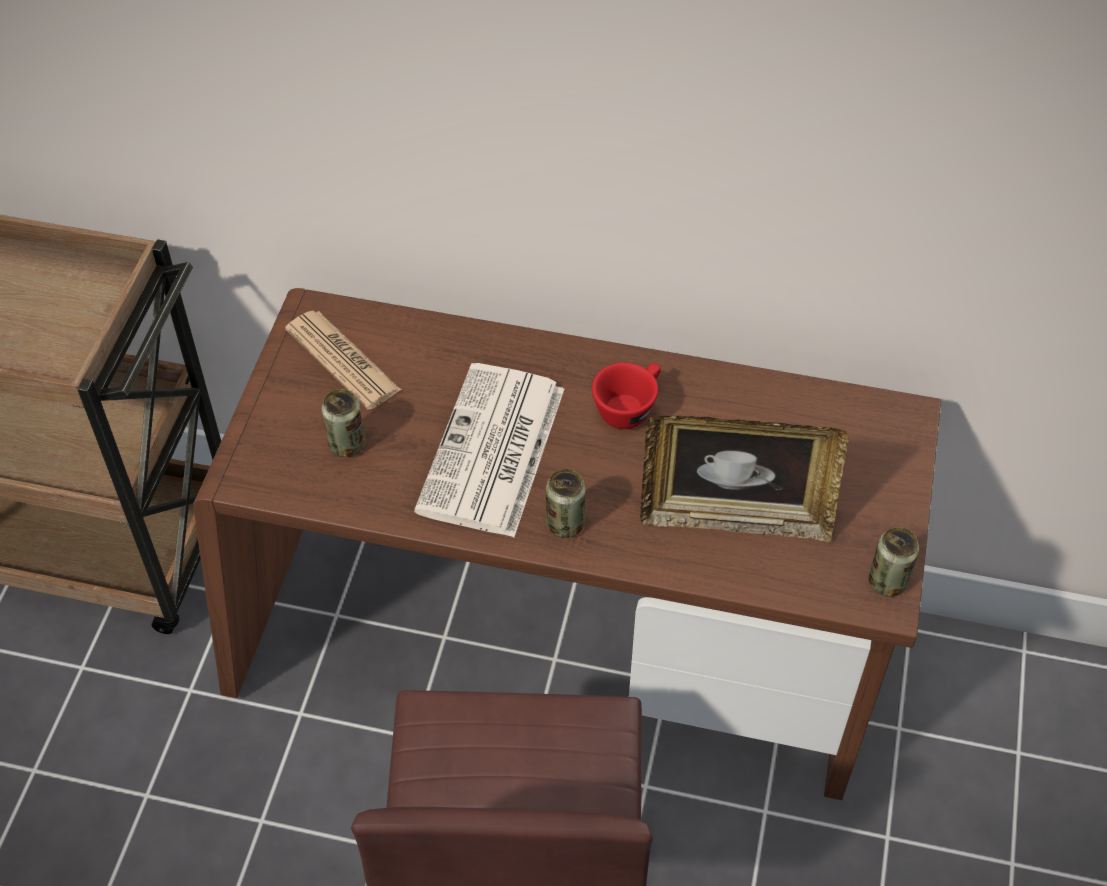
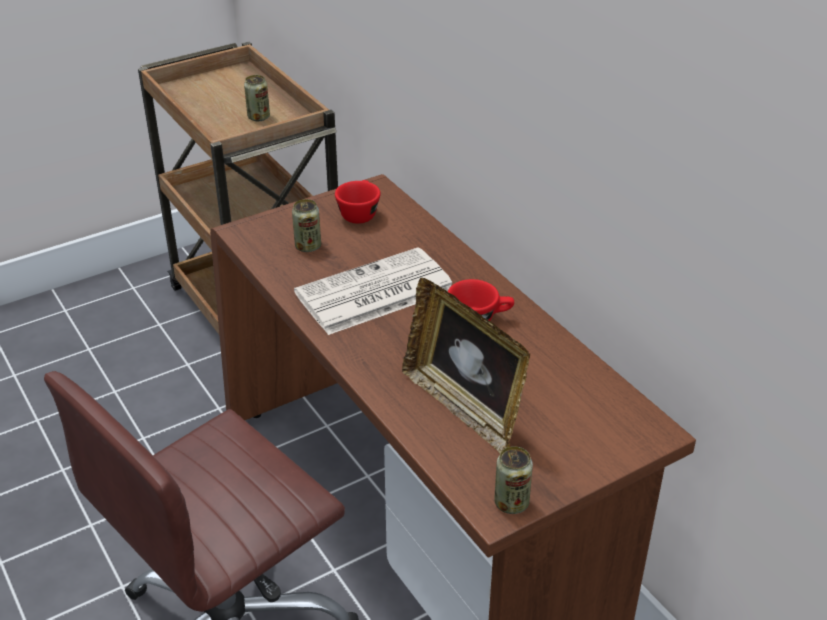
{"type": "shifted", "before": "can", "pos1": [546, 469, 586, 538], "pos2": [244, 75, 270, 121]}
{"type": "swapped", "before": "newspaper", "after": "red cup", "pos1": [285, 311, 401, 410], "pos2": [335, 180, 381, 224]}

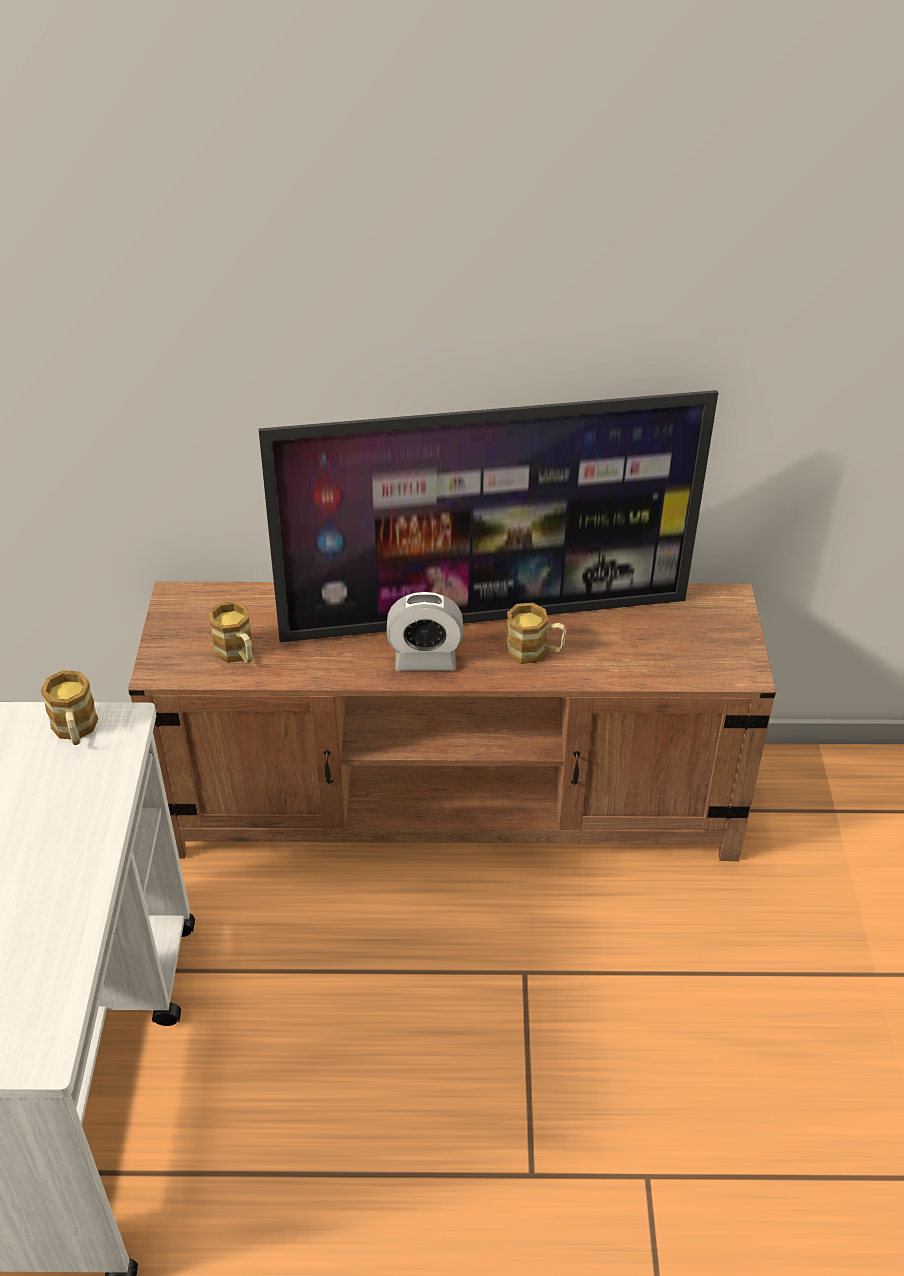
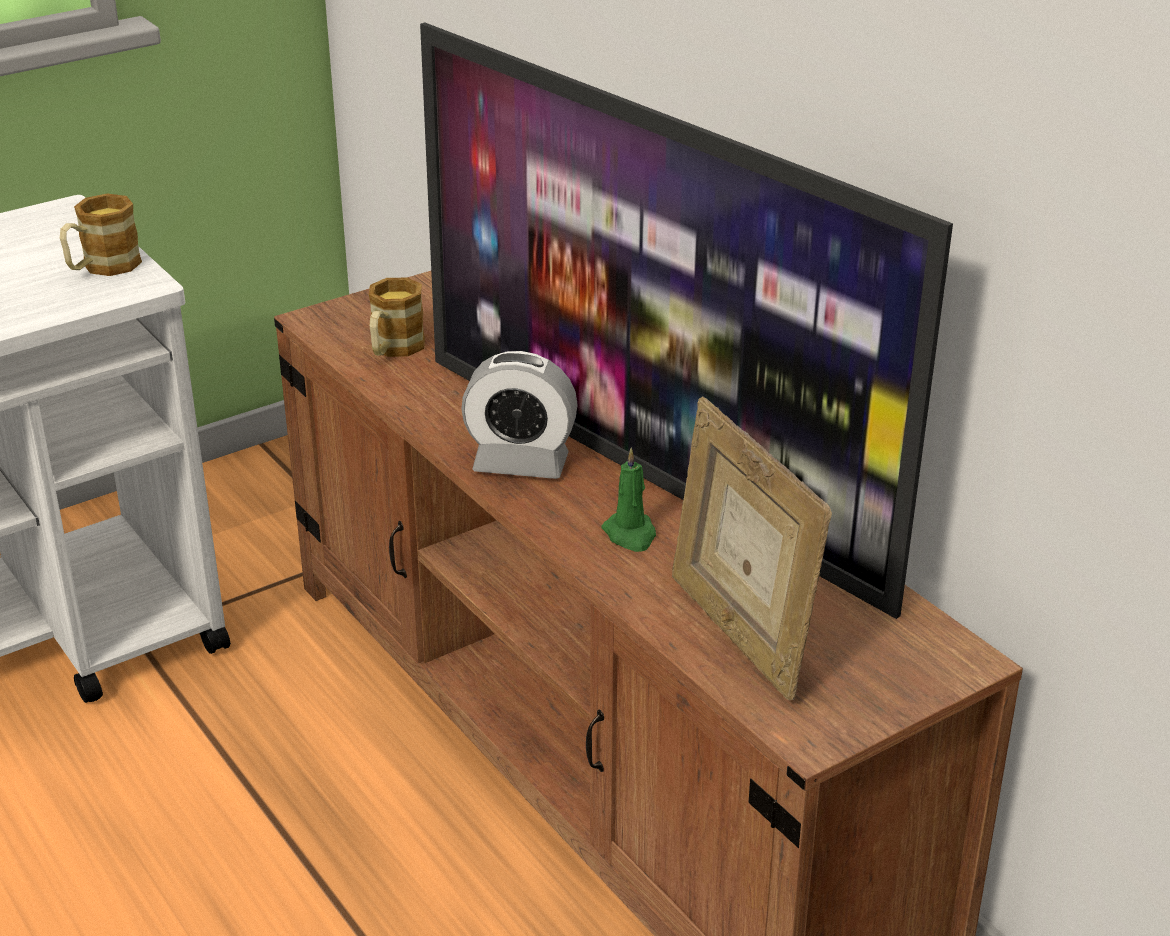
{"type": "rotated", "before": "alarm clock", "pos1": [387, 592, 463, 671], "pos2": [461, 351, 578, 479], "turn": -45}
{"type": "swapped", "before": "mug", "after": "green candle", "pos1": [506, 603, 566, 664], "pos2": [601, 447, 656, 552]}
{"type": "new", "after": "picture frame", "pos2": [672, 397, 832, 700]}

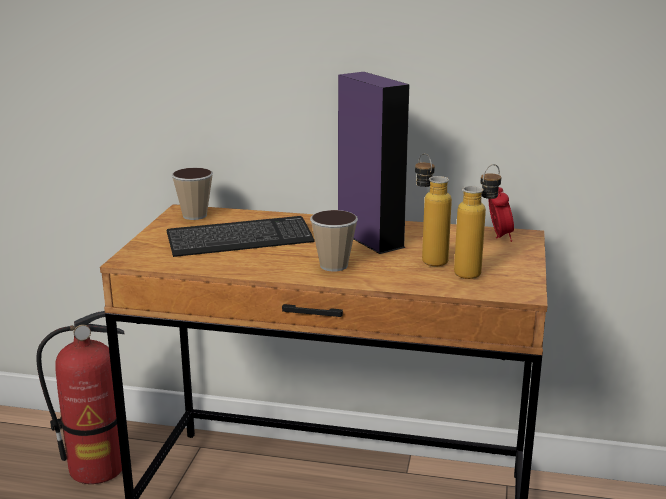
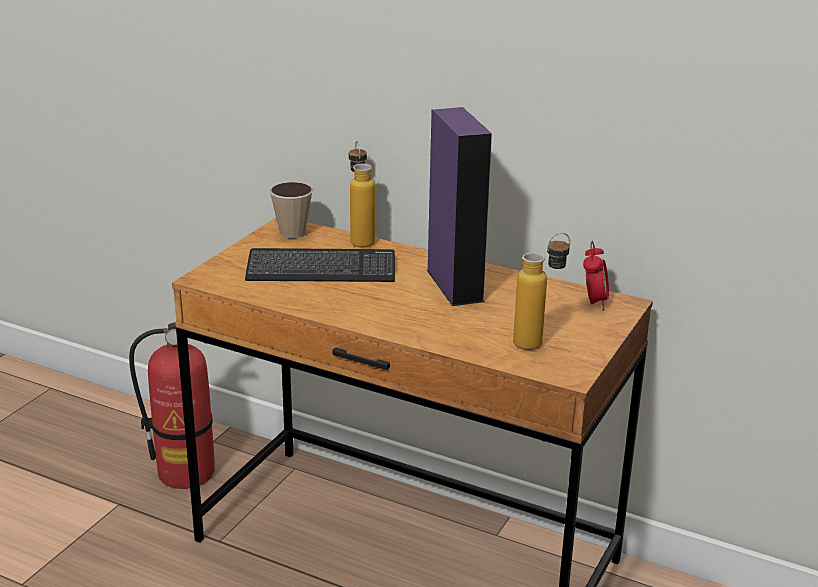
{"type": "shifted", "before": "bottle", "pos1": [415, 153, 452, 266], "pos2": [349, 141, 375, 247]}
{"type": "gone", "before": "cup", "pos1": [310, 210, 358, 271]}

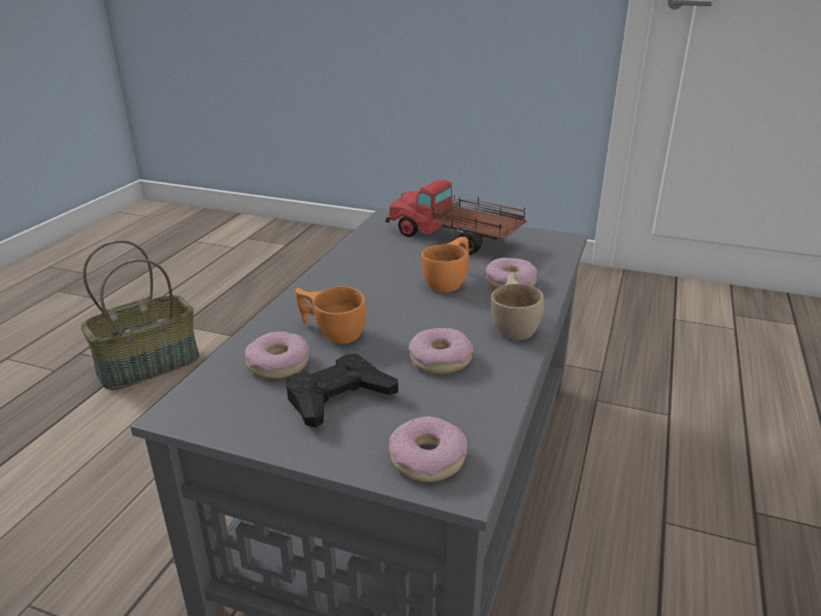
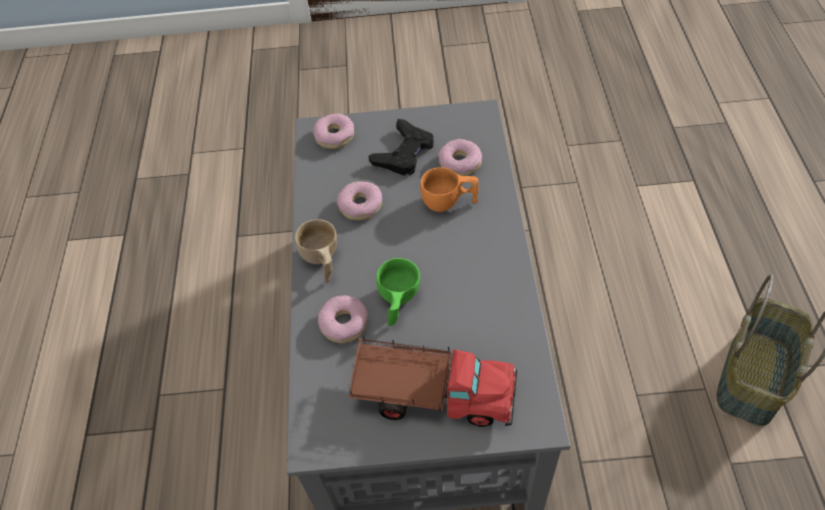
{"type": "repainted", "before": "orange cup", "after": "green cup", "pos1": [421, 237, 470, 292], "pos2": [376, 258, 420, 326]}

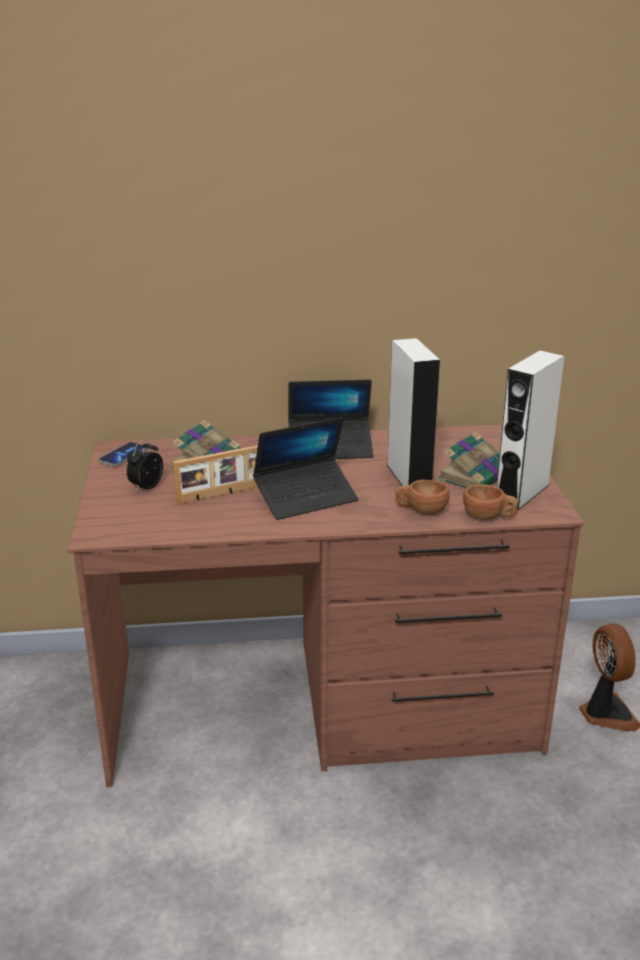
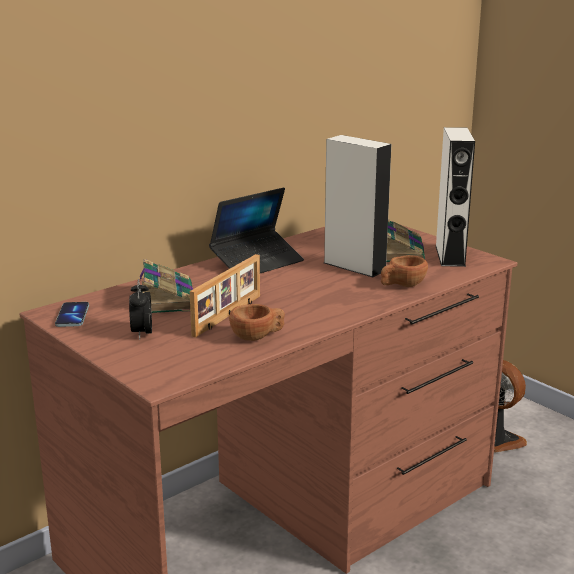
{"type": "shifted", "before": "brown cup", "pos1": [463, 484, 518, 520], "pos2": [229, 304, 285, 341]}
{"type": "gone", "before": "laptop", "pos1": [253, 417, 358, 520]}

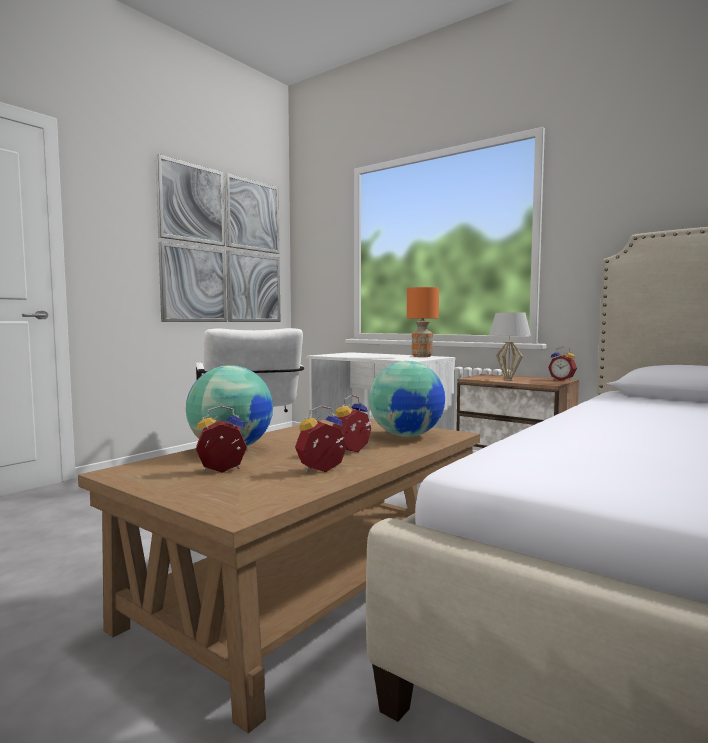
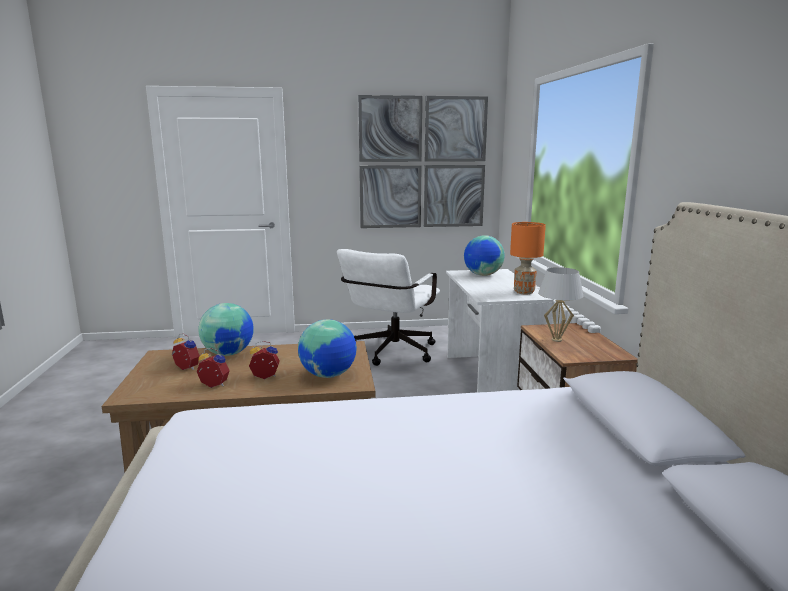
{"type": "new", "after": "globe", "pos2": [464, 235, 505, 276]}
{"type": "gone", "before": "alarm clock", "pos1": [548, 347, 577, 381]}

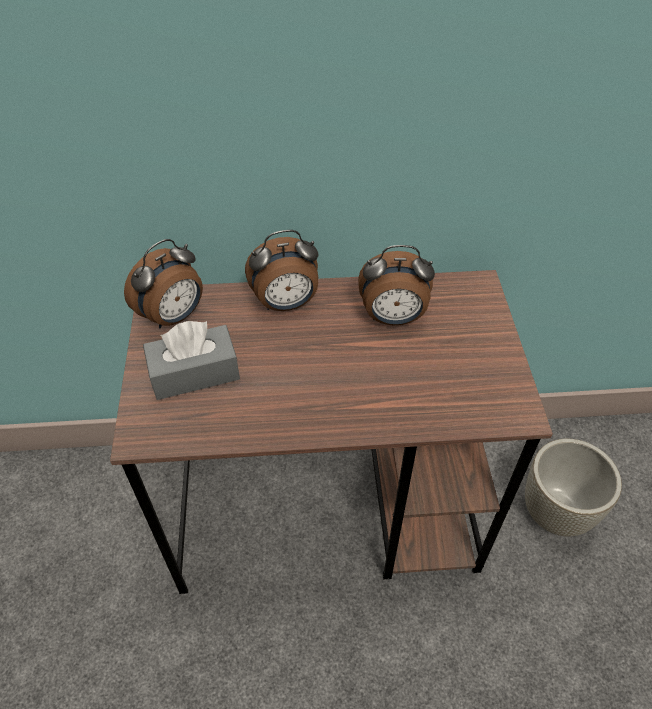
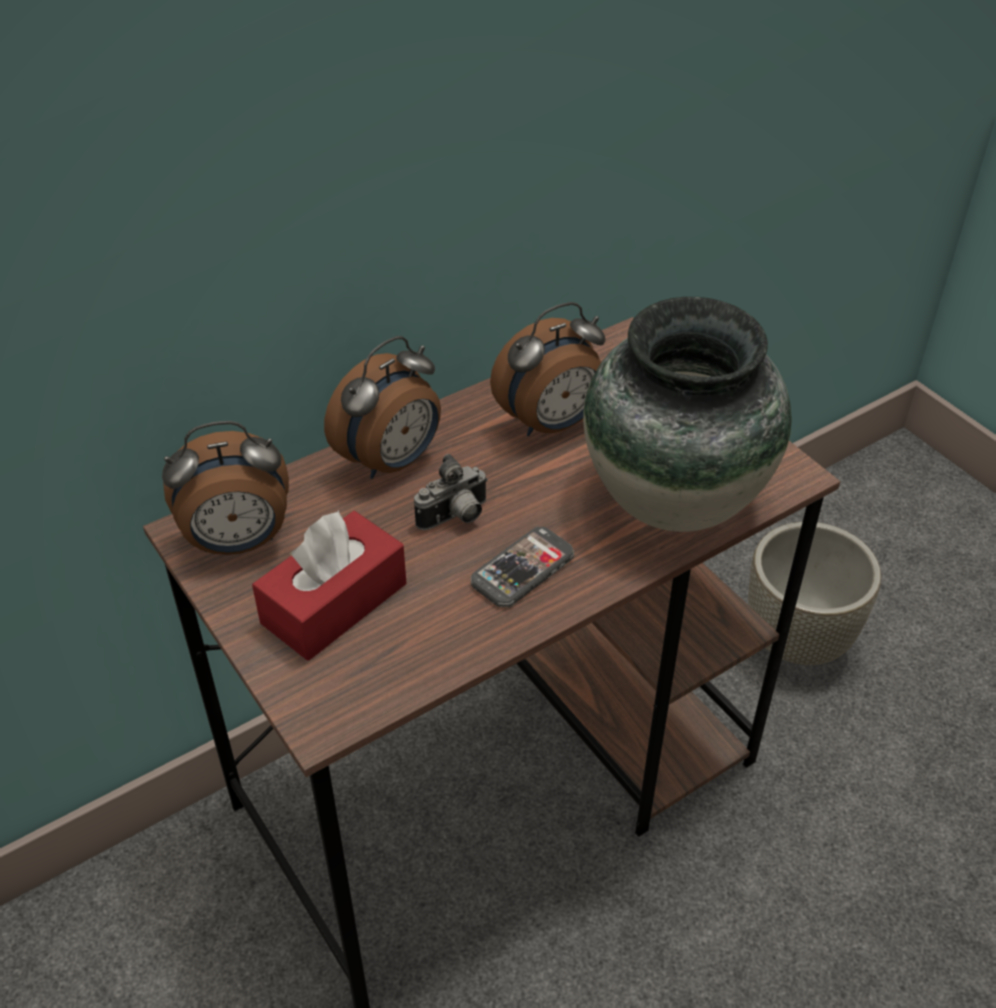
{"type": "rotated", "before": "alarm clock", "pos1": [124, 239, 203, 329], "pos2": [162, 421, 289, 555], "turn": 60}
{"type": "repainted", "before": "grey tissue box", "after": "red tissue box", "pos1": [143, 321, 240, 400], "pos2": [252, 510, 406, 661]}
{"type": "new", "after": "photo camera", "pos2": [414, 454, 488, 530]}
{"type": "new", "after": "phone", "pos2": [471, 527, 574, 607]}
{"type": "new", "after": "vase", "pos2": [583, 297, 792, 532]}

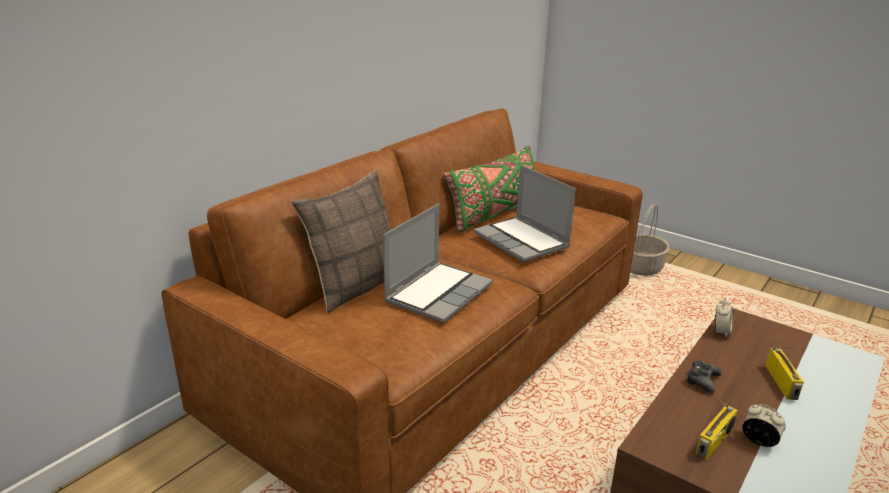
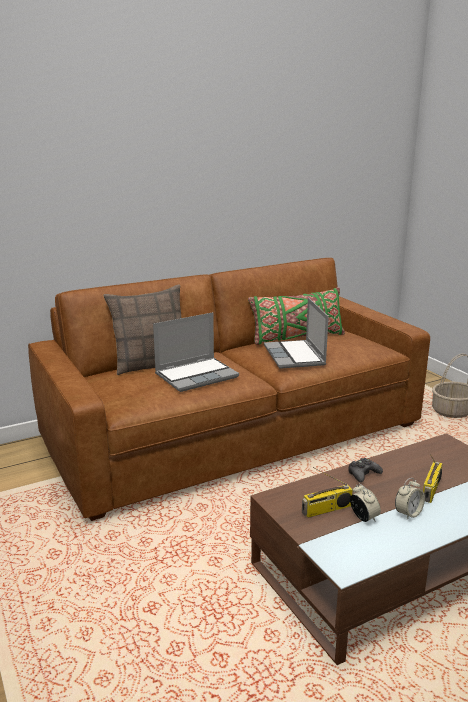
{"type": "shifted", "before": "alarm clock", "pos1": [714, 297, 733, 337], "pos2": [395, 478, 425, 520]}

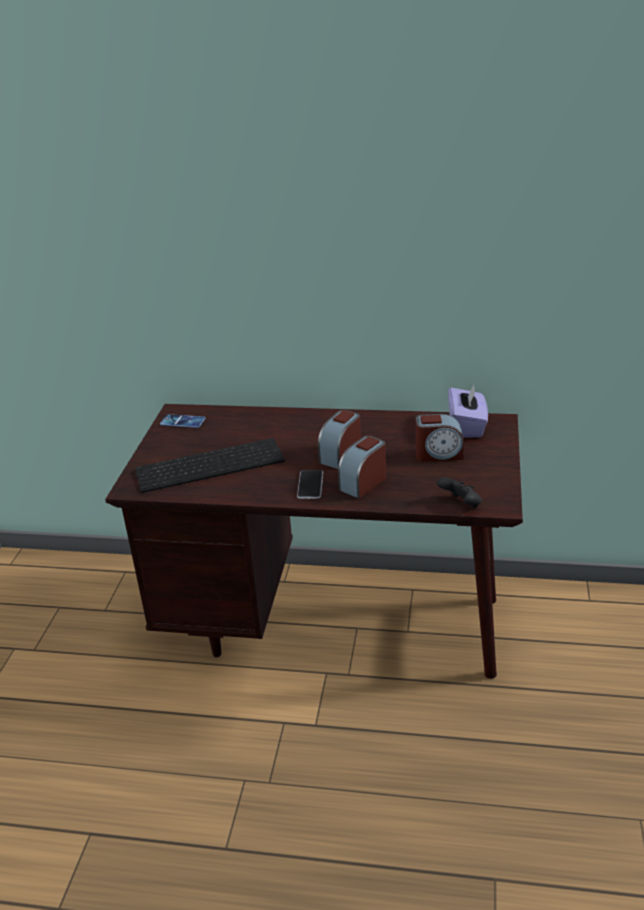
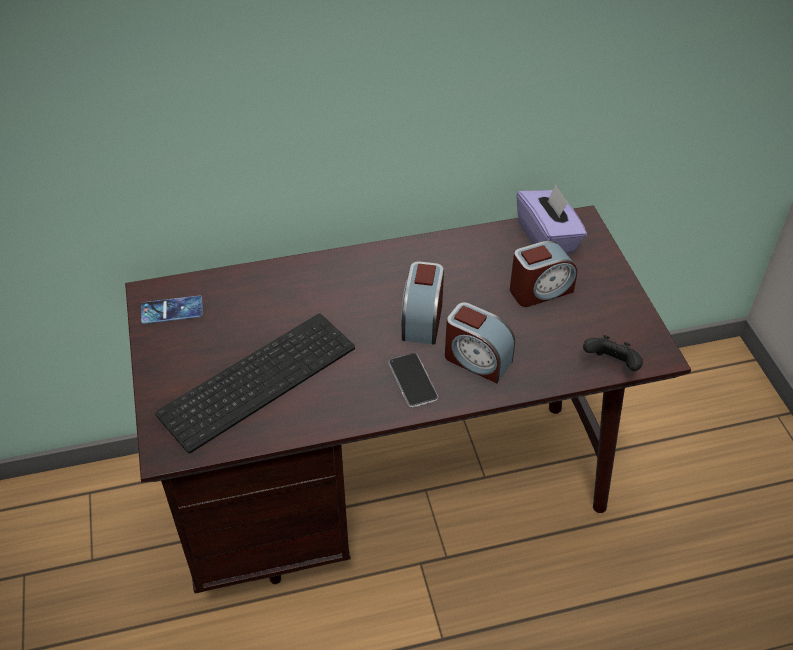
{"type": "rotated", "before": "alarm clock", "pos1": [338, 436, 386, 499], "pos2": [445, 302, 515, 384], "turn": -75}

